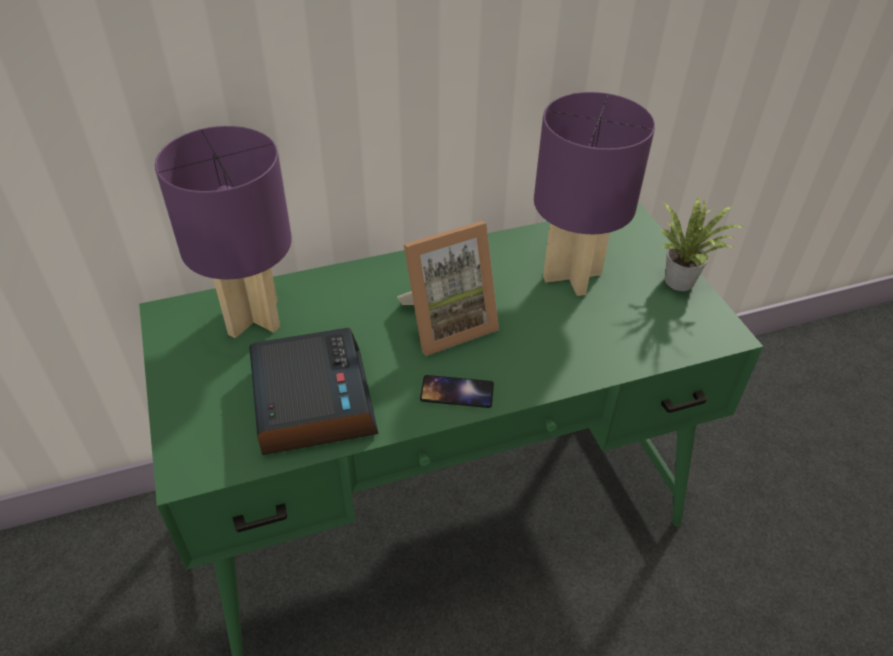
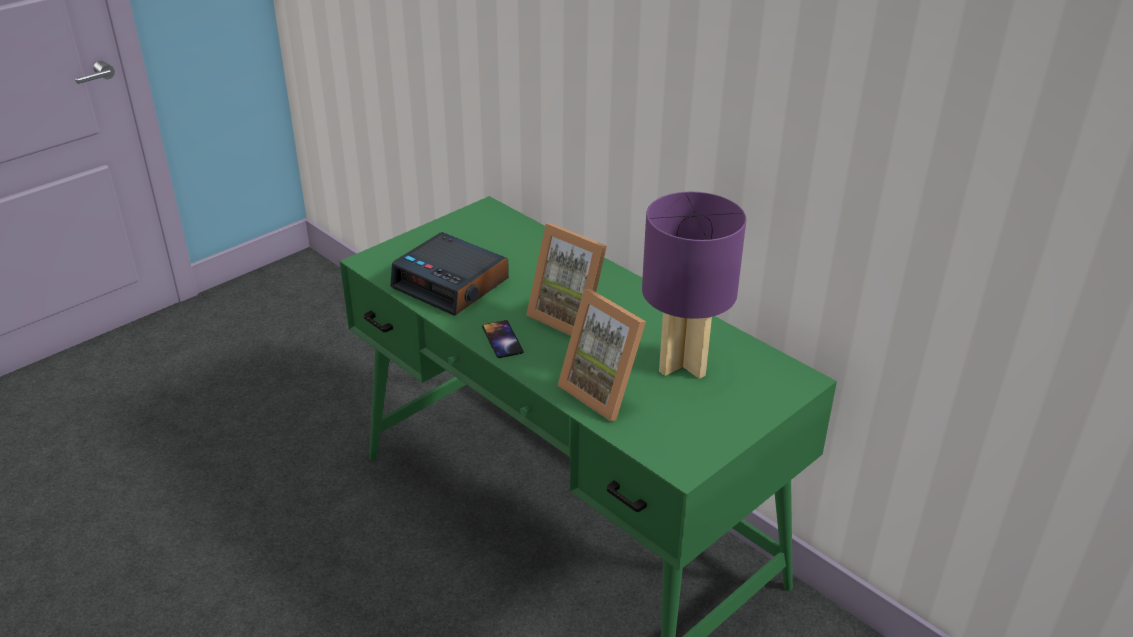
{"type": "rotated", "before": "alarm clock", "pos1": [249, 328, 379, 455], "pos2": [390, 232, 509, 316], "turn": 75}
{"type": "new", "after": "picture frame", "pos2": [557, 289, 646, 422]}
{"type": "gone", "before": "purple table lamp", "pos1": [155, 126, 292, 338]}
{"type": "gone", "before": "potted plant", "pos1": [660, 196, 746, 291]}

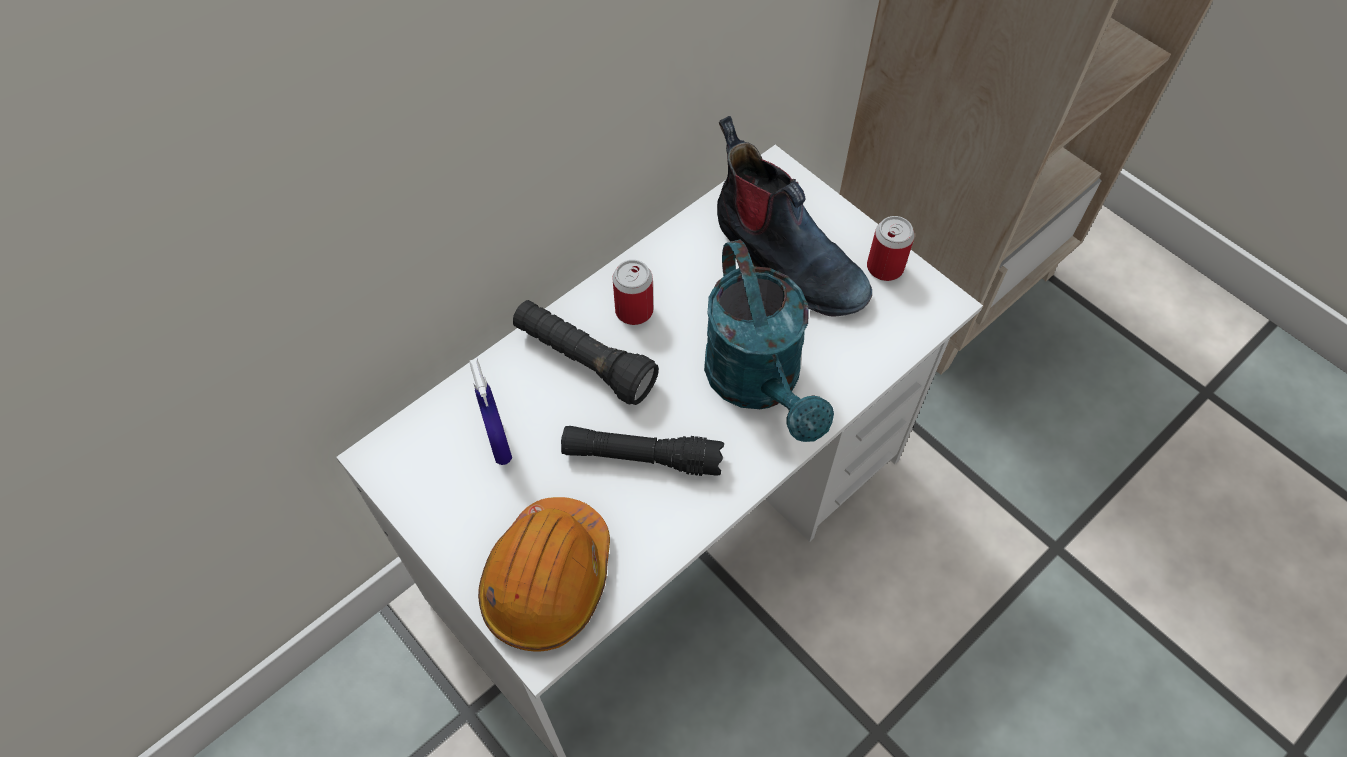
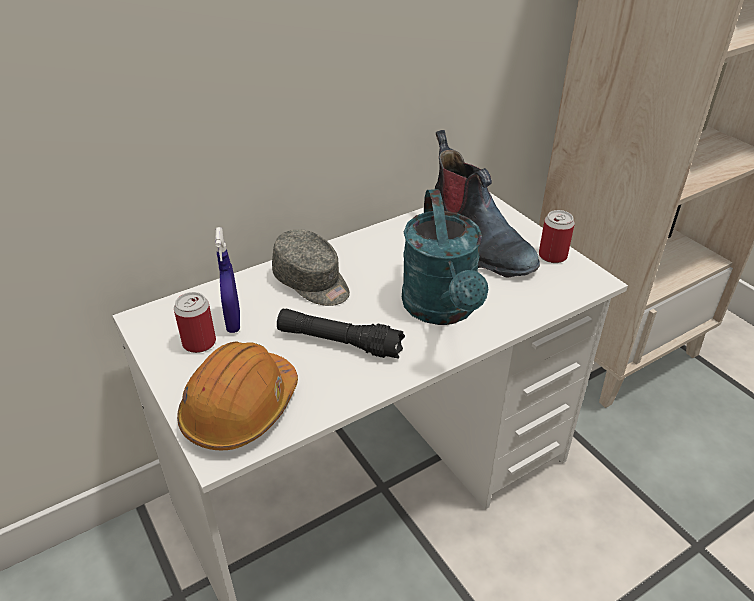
{"type": "shifted", "before": "can", "pos1": [613, 260, 653, 325], "pos2": [174, 292, 216, 353]}
{"type": "swapped", "before": "black flashlight", "after": "grey cap", "pos1": [513, 300, 659, 405], "pos2": [272, 229, 350, 306]}

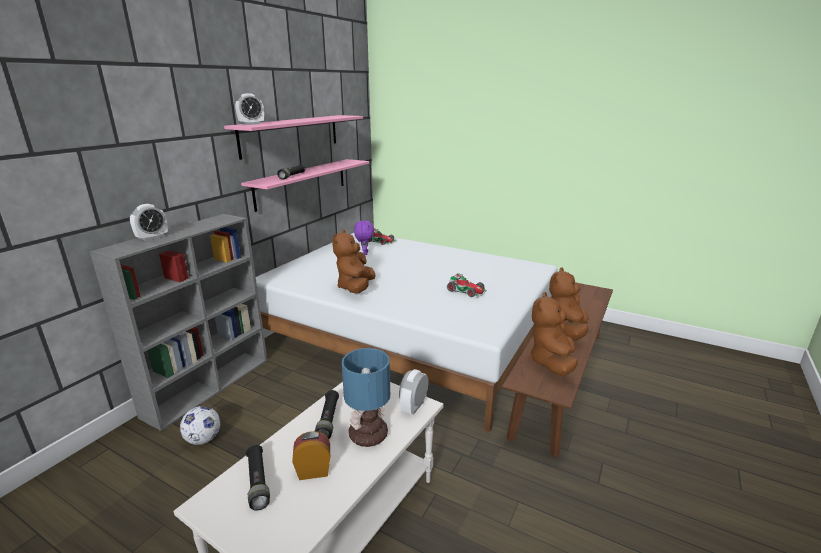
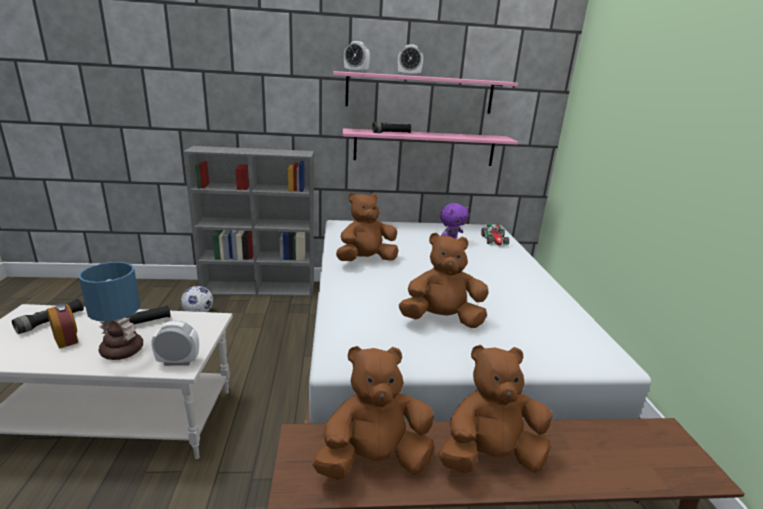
{"type": "shifted", "before": "alarm clock", "pos1": [130, 204, 168, 241], "pos2": [398, 44, 423, 76]}
{"type": "swapped", "before": "toy car", "after": "brown plush toy", "pos1": [447, 273, 487, 297], "pos2": [399, 233, 489, 328]}

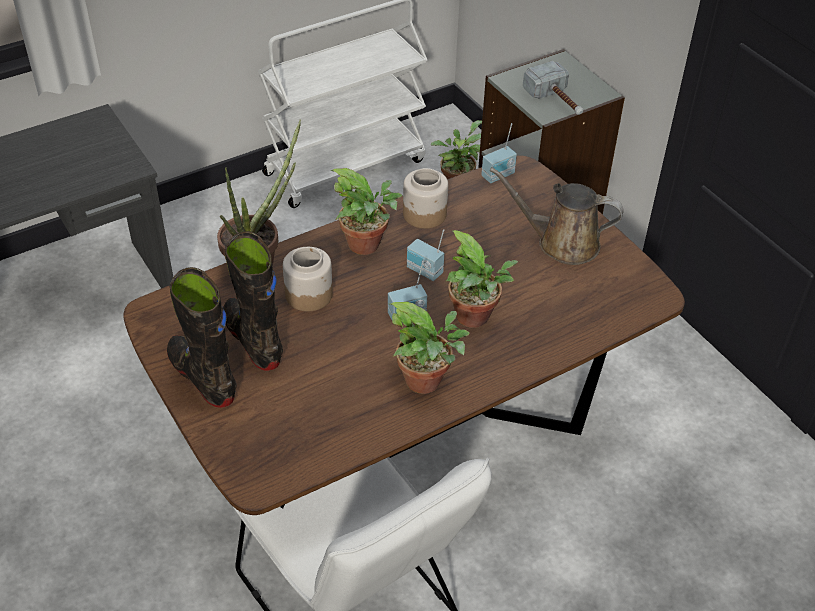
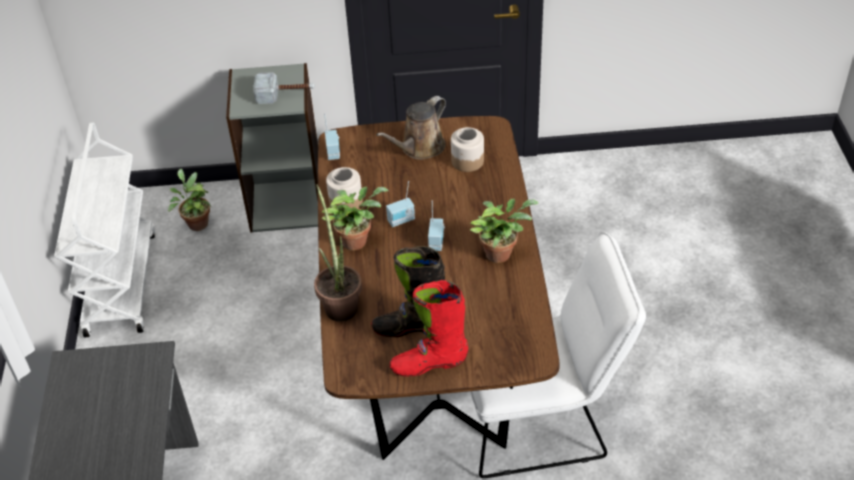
{"type": "repainted", "before": "black boot", "after": "red boot", "pos1": [167, 267, 237, 408], "pos2": [389, 280, 468, 376]}
{"type": "shifted", "before": "jar", "pos1": [283, 247, 333, 311], "pos2": [451, 127, 484, 172]}
{"type": "gone", "before": "potted plant", "pos1": [445, 230, 518, 328]}

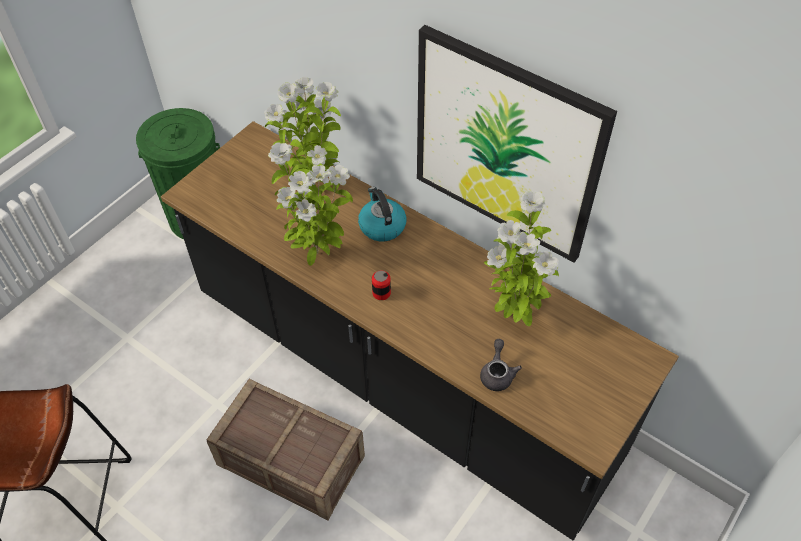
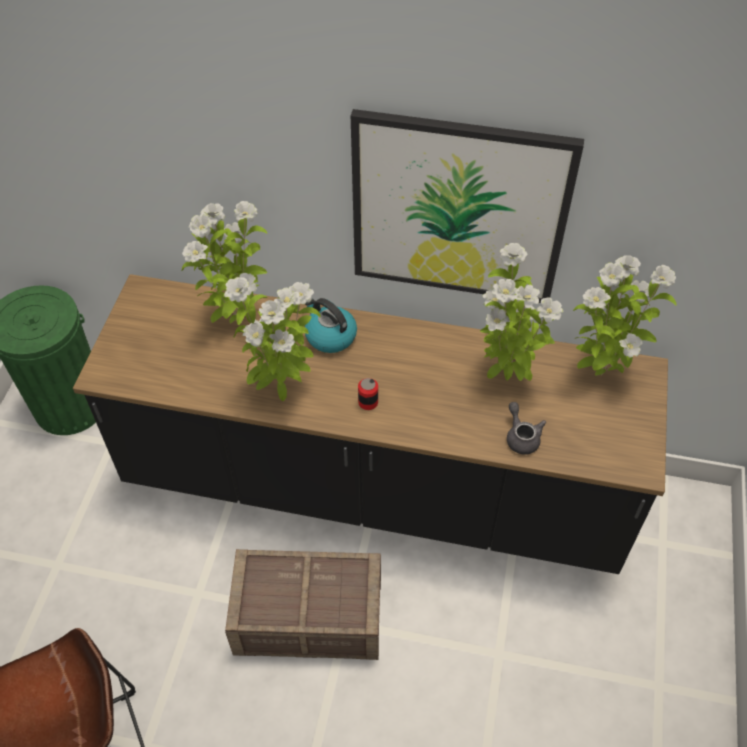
{"type": "new", "after": "potted plant", "pos2": [573, 255, 677, 376]}

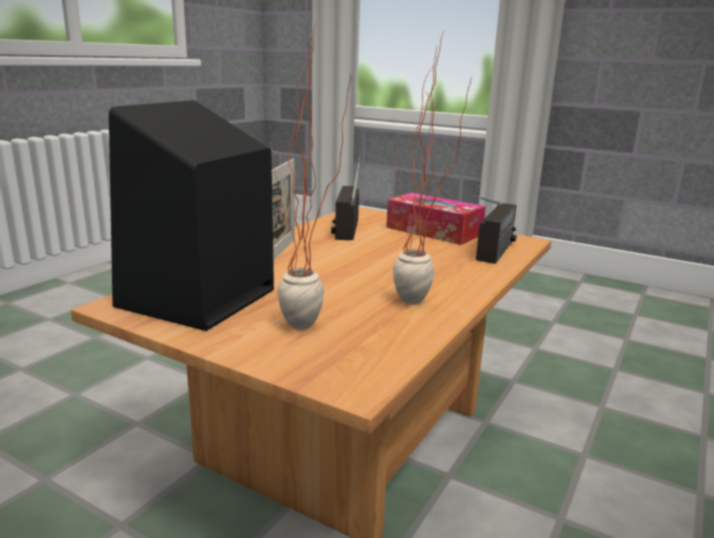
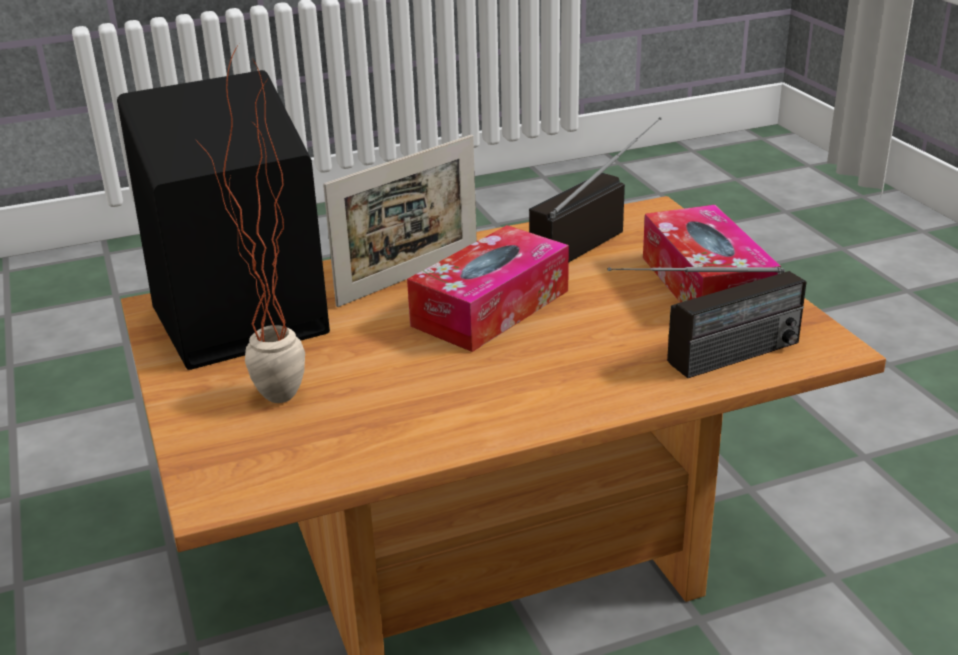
{"type": "new", "after": "tissue box", "pos2": [407, 225, 569, 352]}
{"type": "gone", "before": "potted plant", "pos1": [393, 29, 471, 305]}

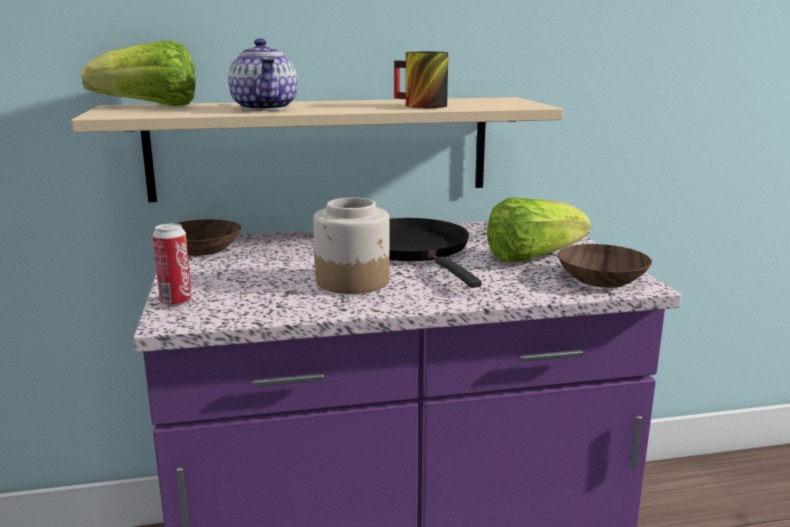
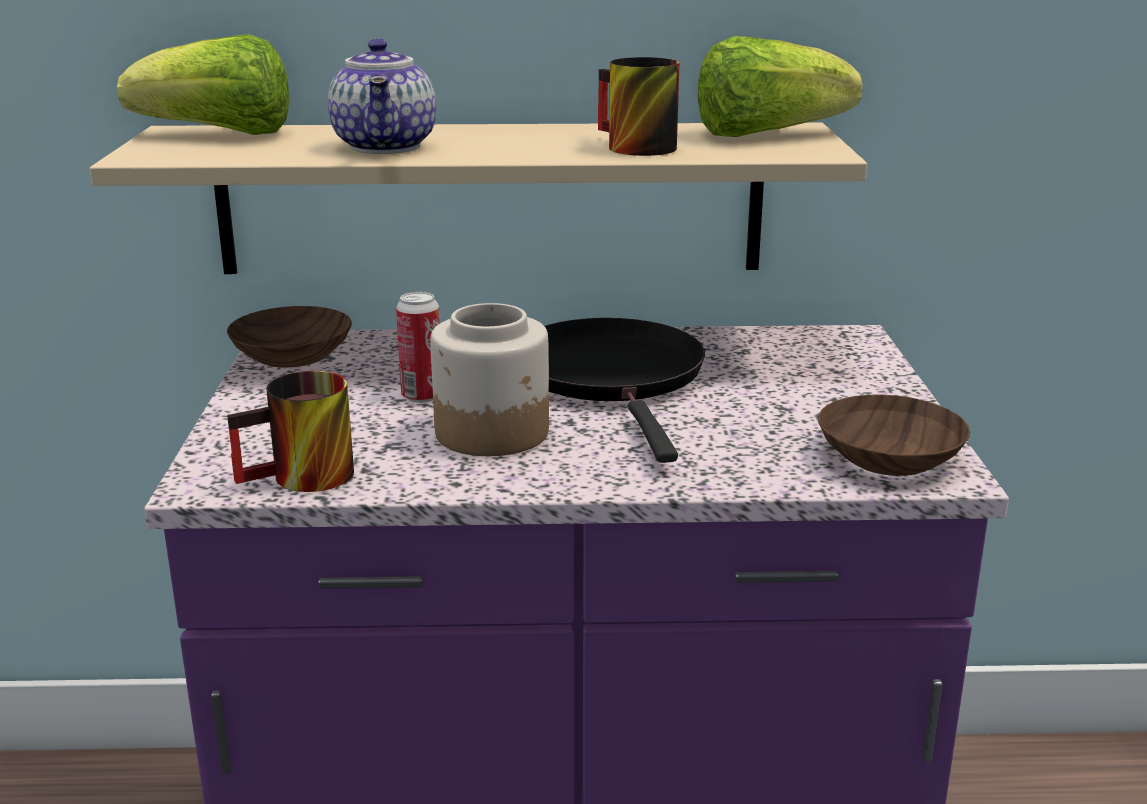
{"type": "new", "after": "mug", "pos2": [227, 371, 354, 492]}
{"type": "shifted", "before": "can", "pos1": [153, 223, 192, 306], "pos2": [396, 291, 440, 403]}
{"type": "shifted", "before": "lettuce", "pos1": [487, 198, 591, 262], "pos2": [698, 36, 863, 137]}

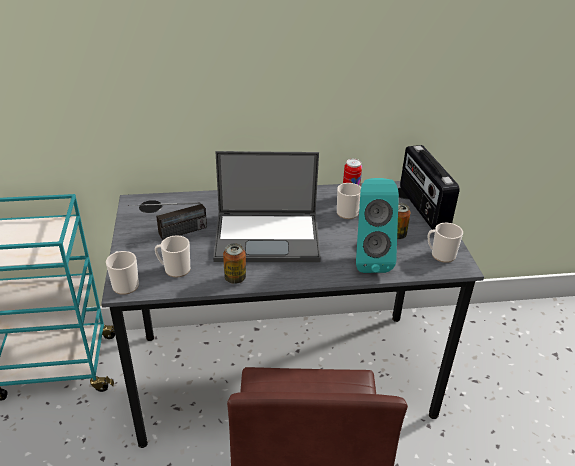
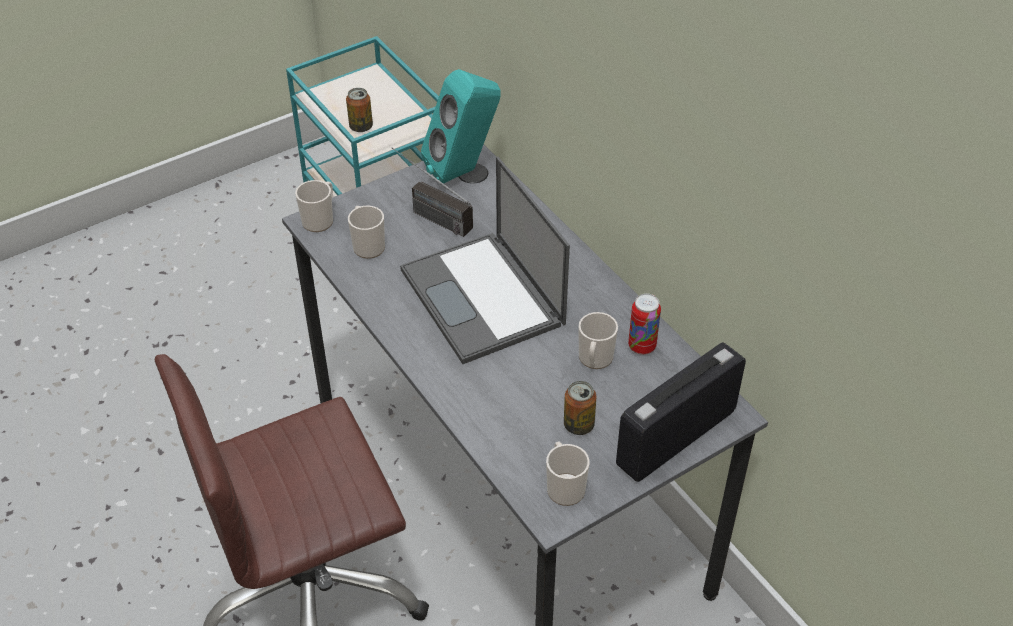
{"type": "shifted", "before": "can", "pos1": [223, 243, 246, 284], "pos2": [346, 88, 373, 132]}
{"type": "shifted", "before": "turquoise speaker", "pos1": [356, 178, 399, 273], "pos2": [421, 69, 501, 185]}

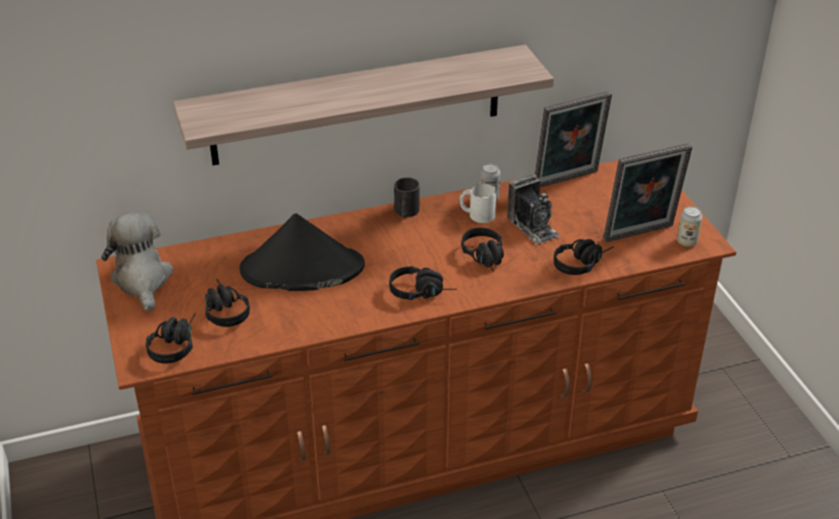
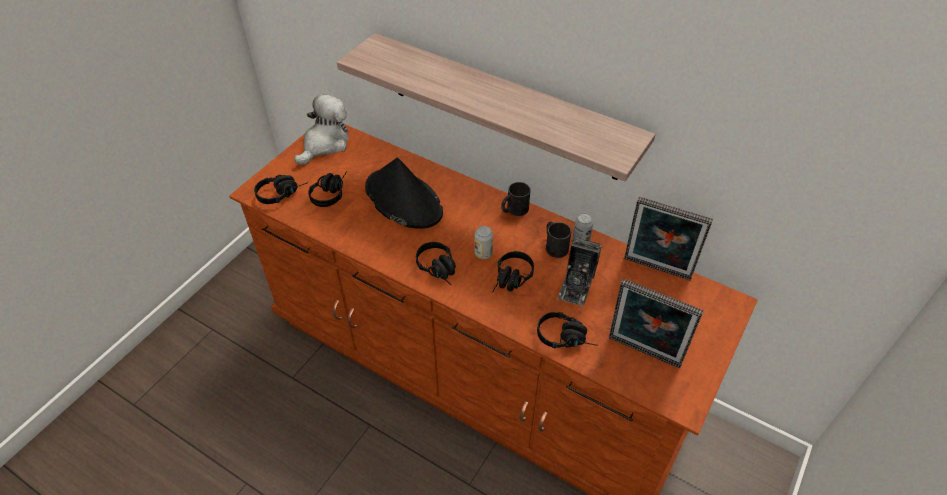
{"type": "shifted", "before": "can", "pos1": [677, 206, 702, 247], "pos2": [475, 226, 493, 259]}
{"type": "repainted", "before": "white mug", "after": "black mug", "pos1": [459, 183, 496, 223], "pos2": [546, 222, 571, 258]}

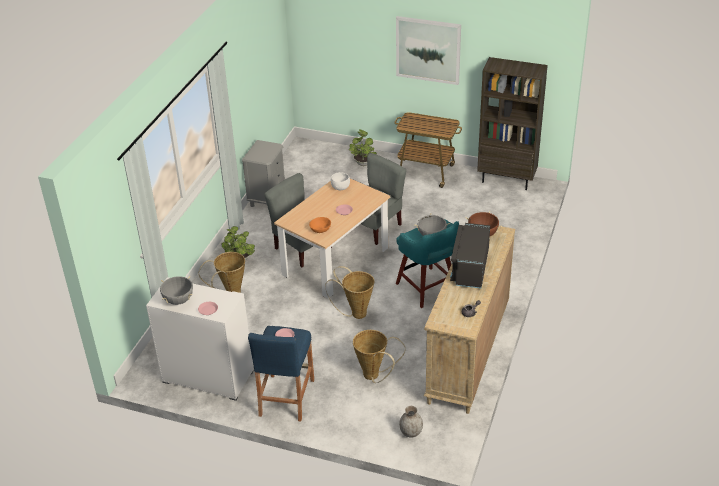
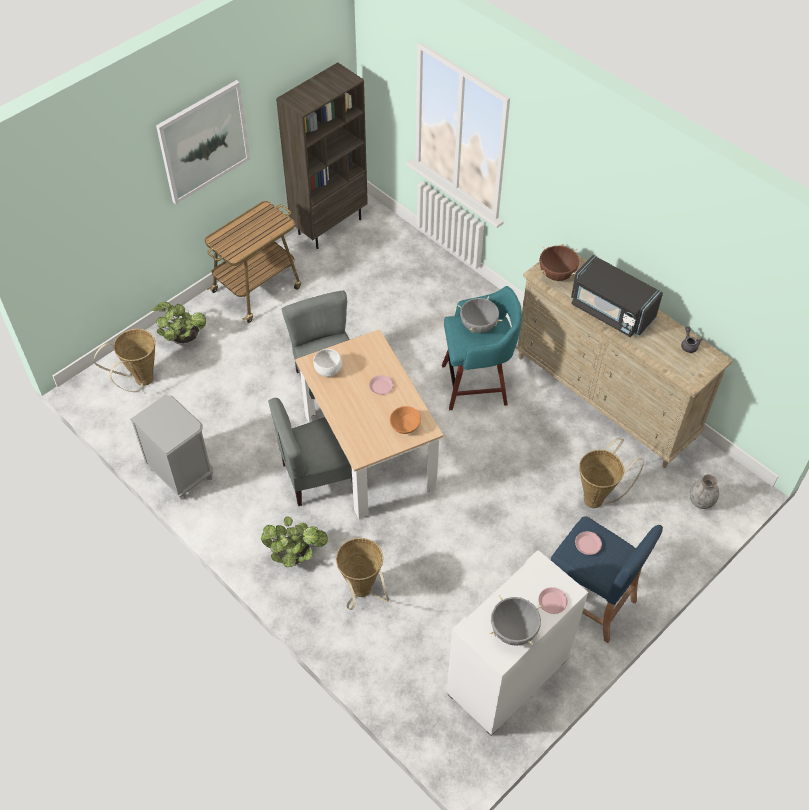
{"type": "shifted", "before": "basket", "pos1": [325, 266, 374, 319], "pos2": [94, 329, 155, 392]}

